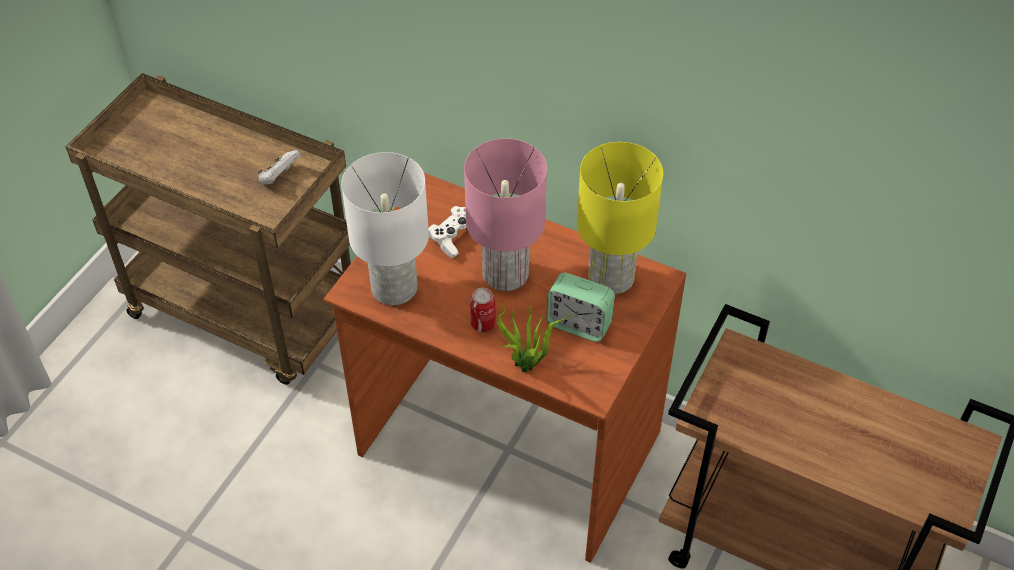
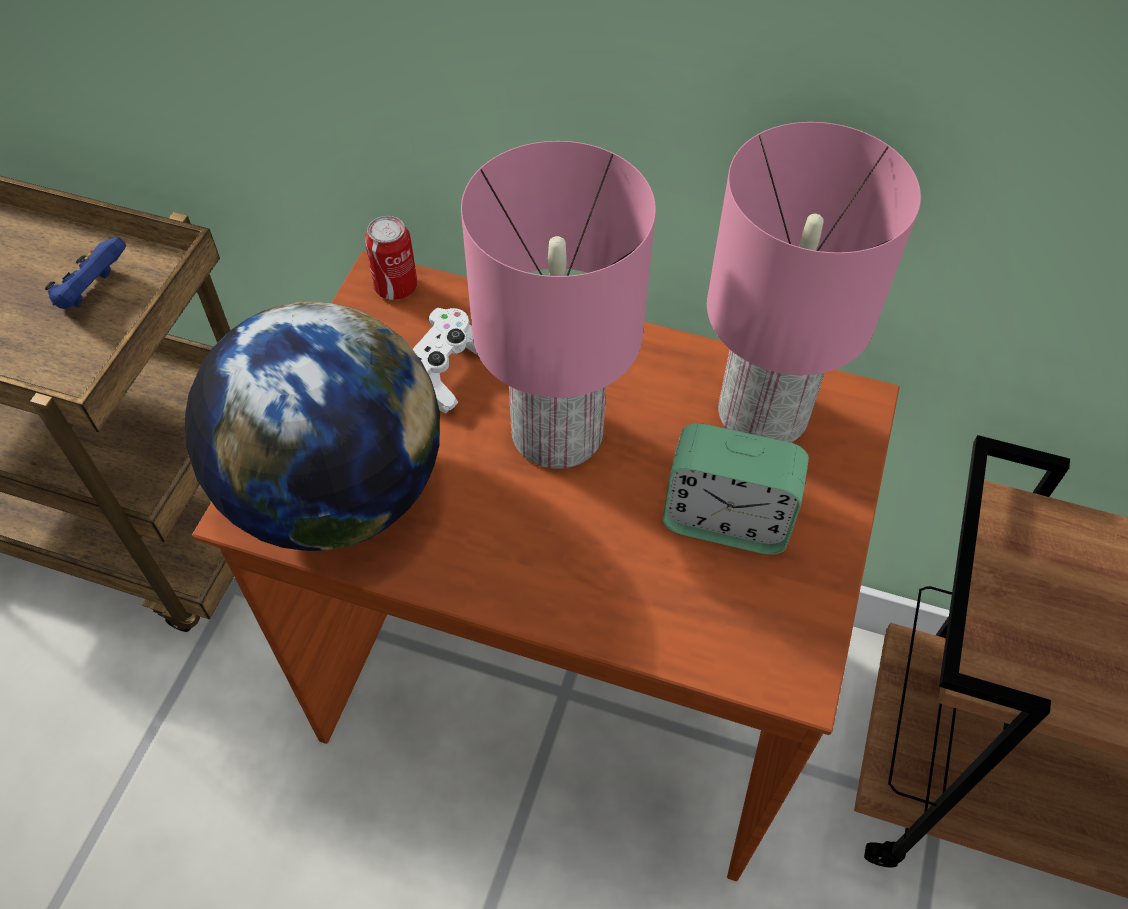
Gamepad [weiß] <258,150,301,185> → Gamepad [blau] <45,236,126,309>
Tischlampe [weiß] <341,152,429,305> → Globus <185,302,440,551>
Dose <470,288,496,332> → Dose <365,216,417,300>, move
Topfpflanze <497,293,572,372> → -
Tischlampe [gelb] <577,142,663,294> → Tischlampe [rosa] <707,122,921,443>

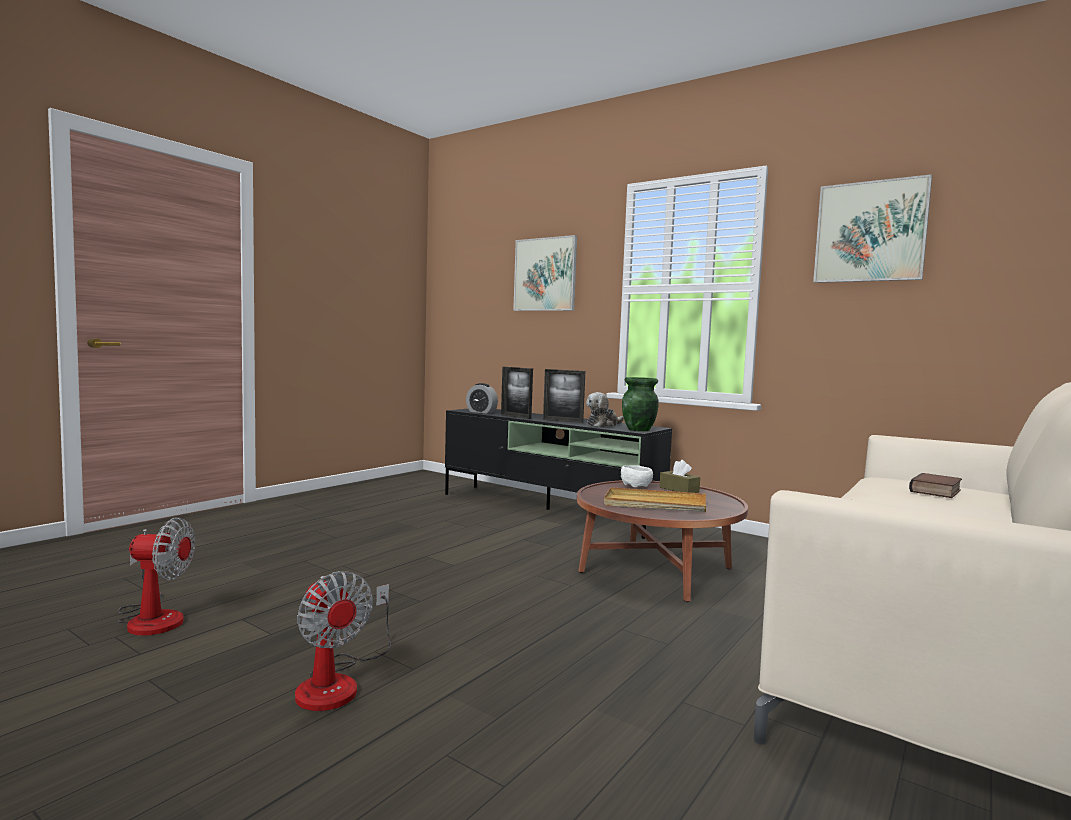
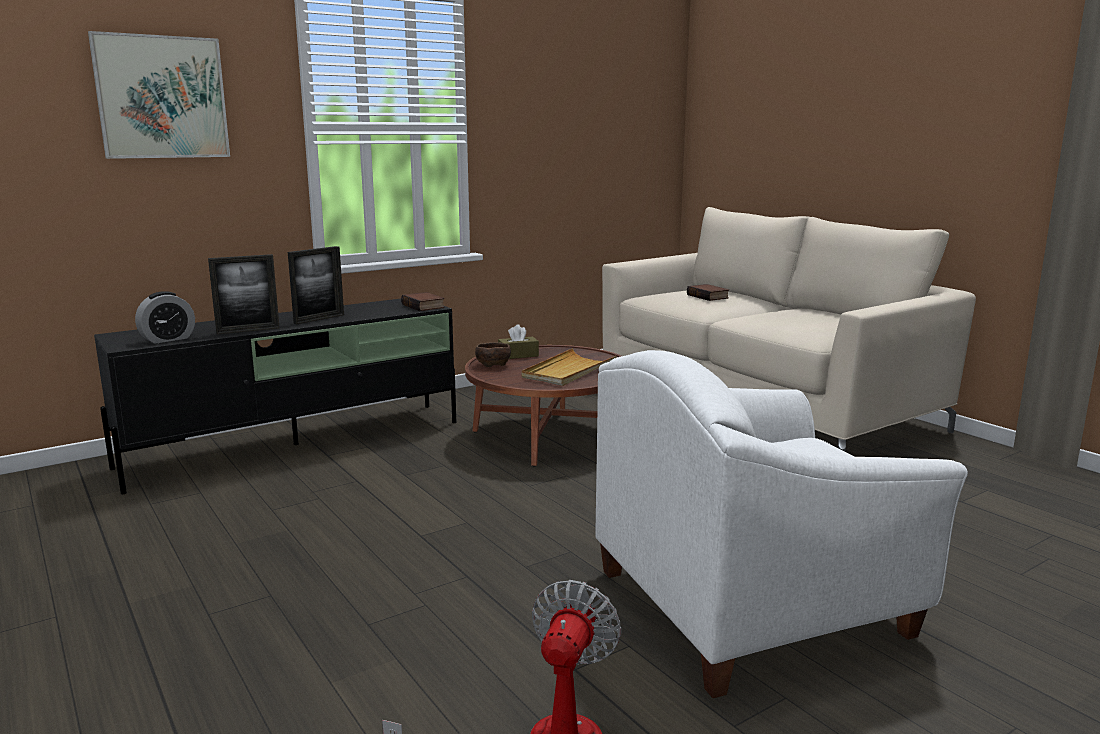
Ventilator <295,571,391,711> → Sessel [weiß] <595,350,968,698>
Plüschtier <586,392,624,427> → -
Schüssel [weiß] <621,465,653,487> → Schüssel [braun] <475,342,511,367>
Vase [grün] <622,377,658,431> → Buch <401,292,445,311>
Bild <813,174,932,283> → -

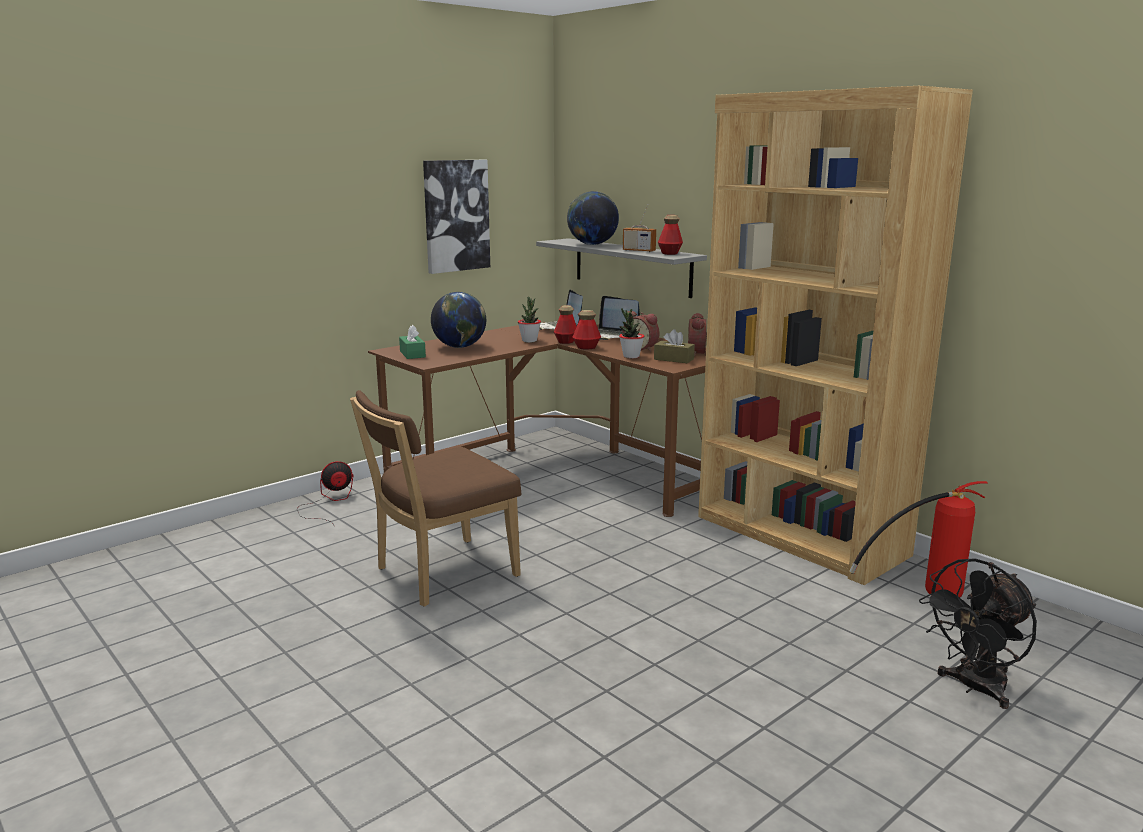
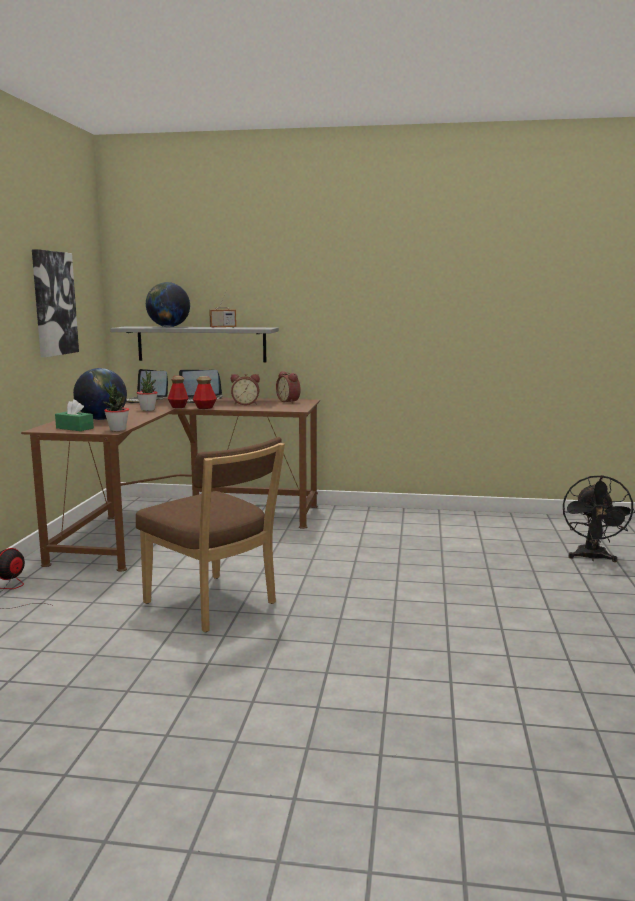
Stuhl [braun] <350,390,522,607> → Stuhl [braun] <136,437,285,632>, 60 degrees counterclockwise
Topfpflanze <619,308,644,358> → Topfpflanze <103,384,129,431>, move
Taschentuchbox [braun] <654,329,695,363> → -
Flasche <658,215,683,255> → -
Bücherregal [braun] <698,86,973,585> → -
Feuerlöscher <850,481,988,598> → -

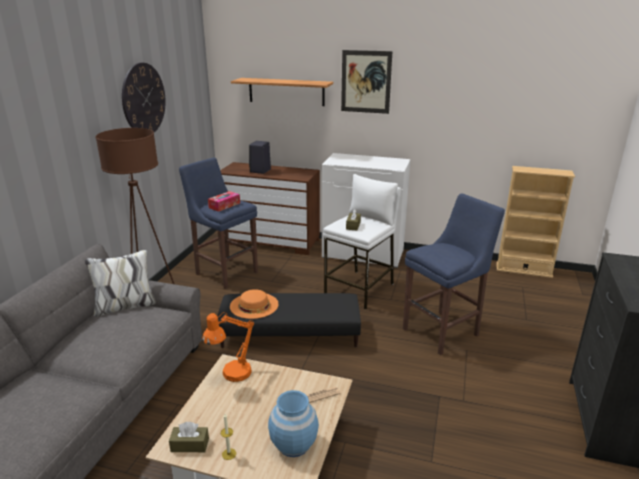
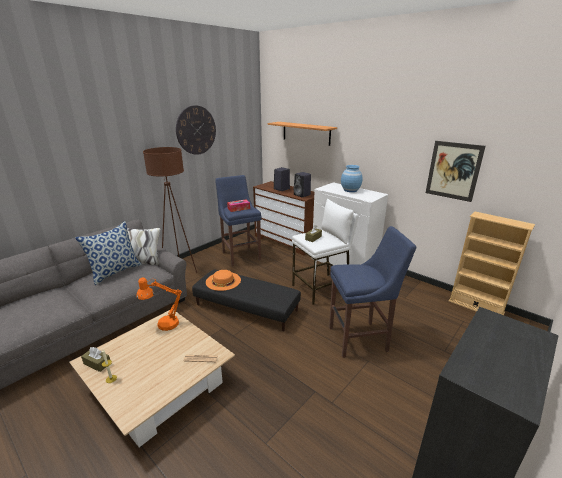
Vase [blau] <268,390,319,457> → Vase [blau] <341,165,362,192>, move
Bild <341,50,392,114> → Bild <426,141,485,202>, move
- → Kissen <75,221,142,285>
- → Lautsprecher [schwarz] <293,172,311,197>

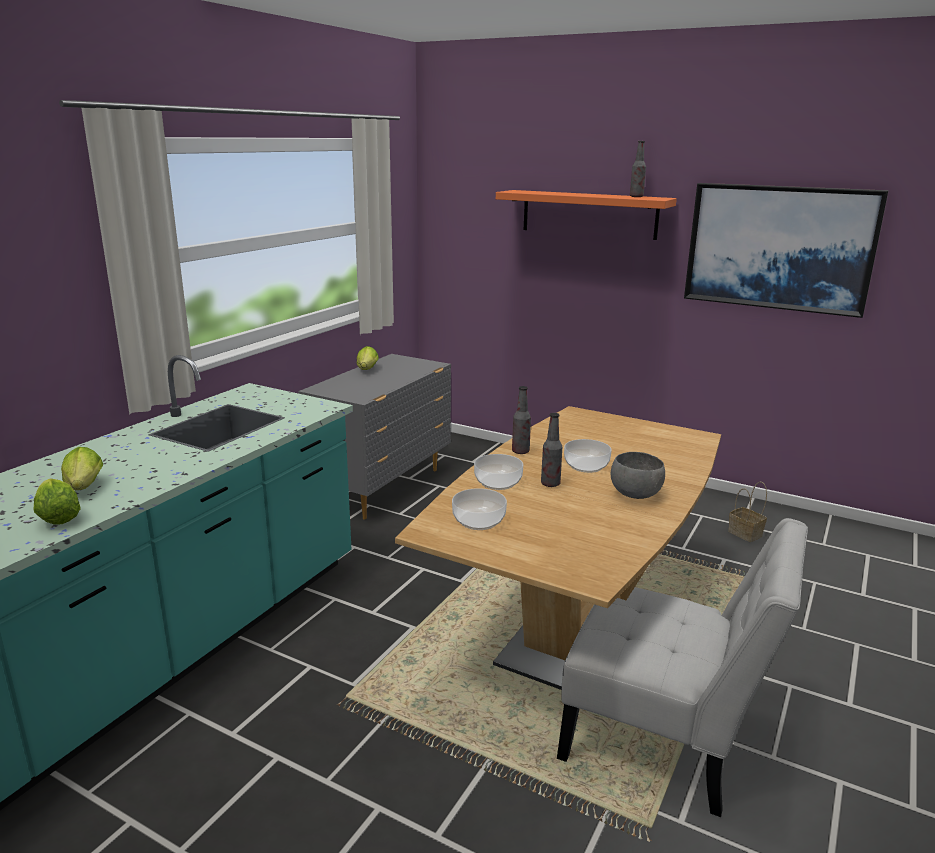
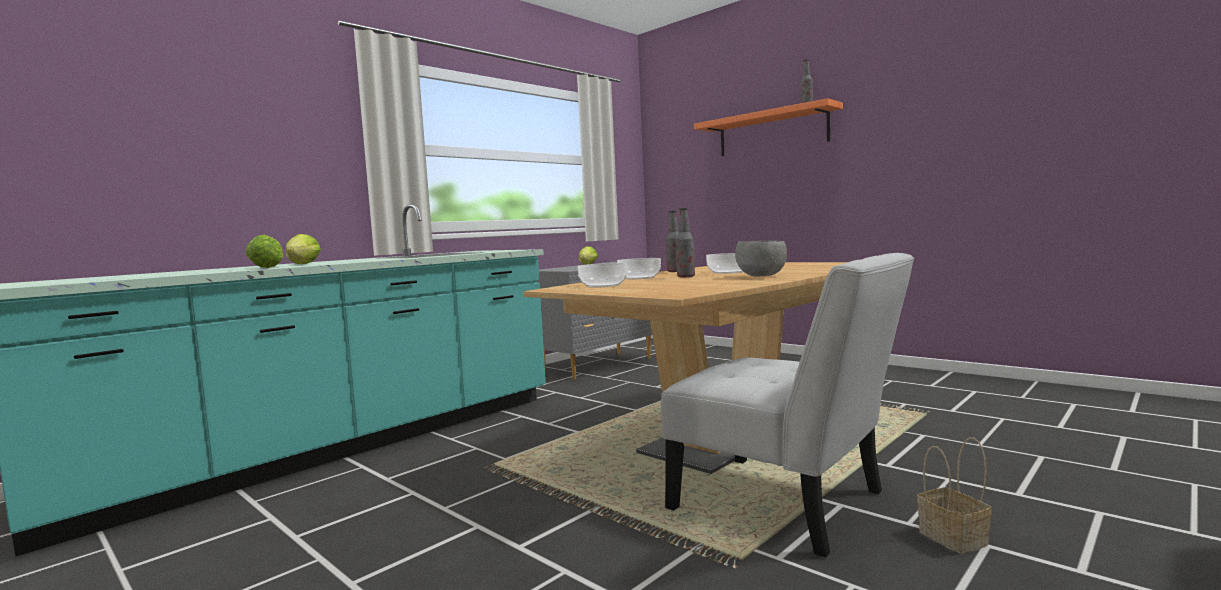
Bild <684,183,888,318> → -
Korb <728,482,767,542> → Korb <917,437,992,554>, move

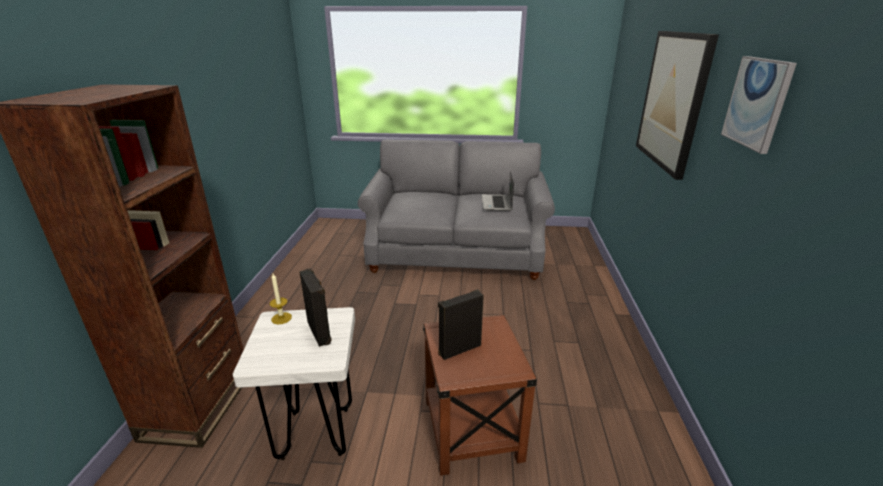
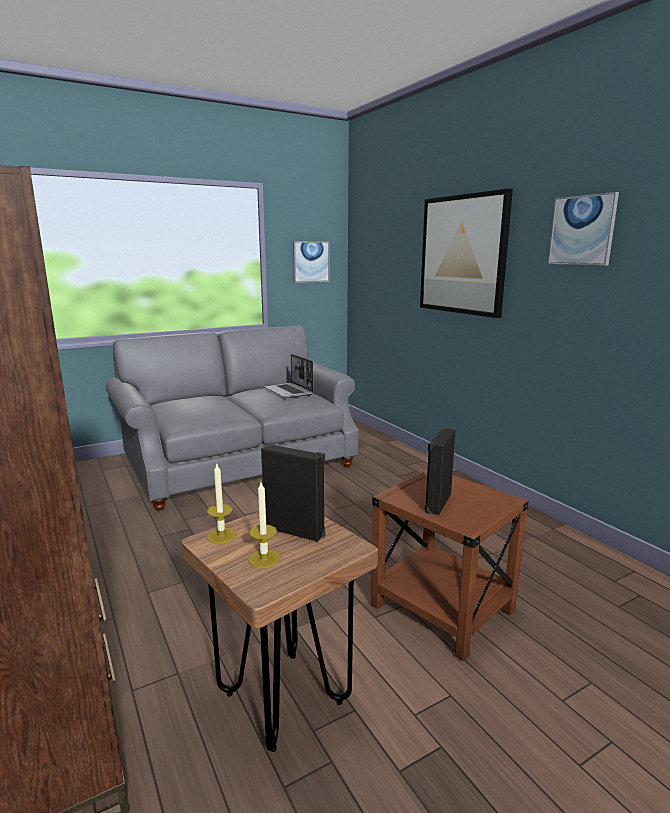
Hocker [weiß] <233,307,355,460> → Hocker [braun] <182,511,378,752>
- → Kerze <248,482,280,568>
- → Bild <293,241,329,283>

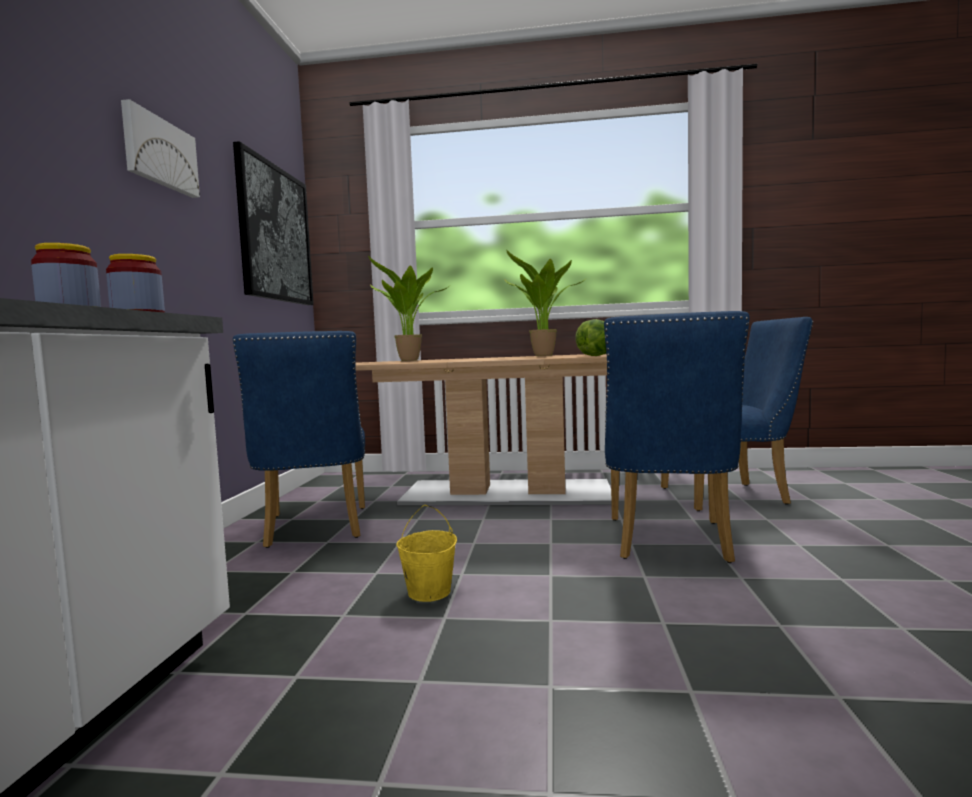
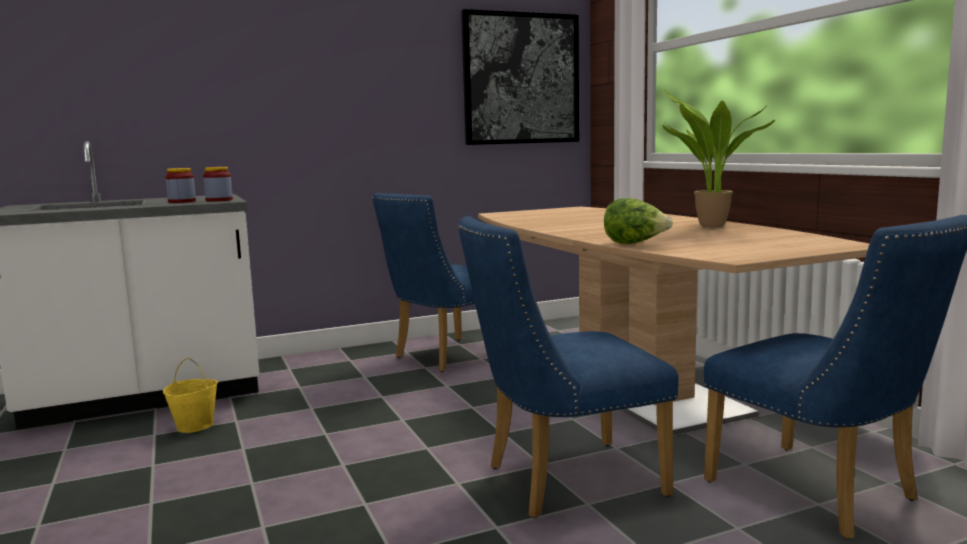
Bild <121,99,200,198> → -
Topfpflanze <368,256,448,361> → -
Eimer [gelb] <396,505,457,602> → Eimer [gelb] <163,358,218,433>, move

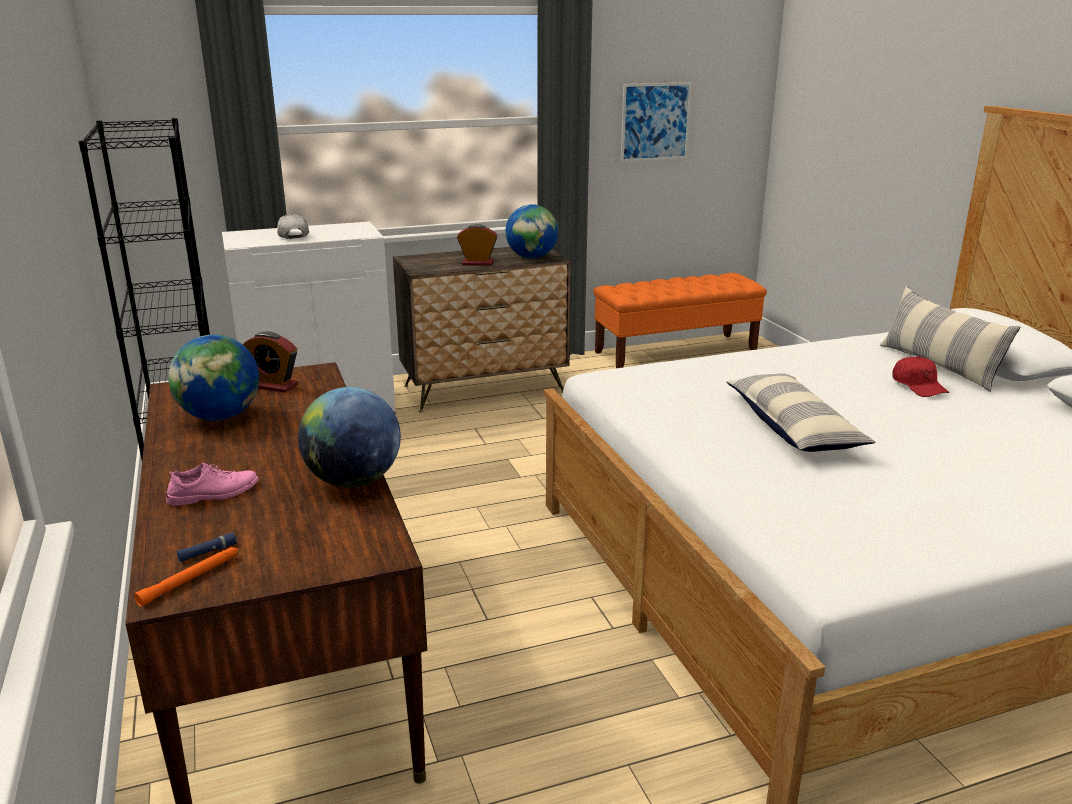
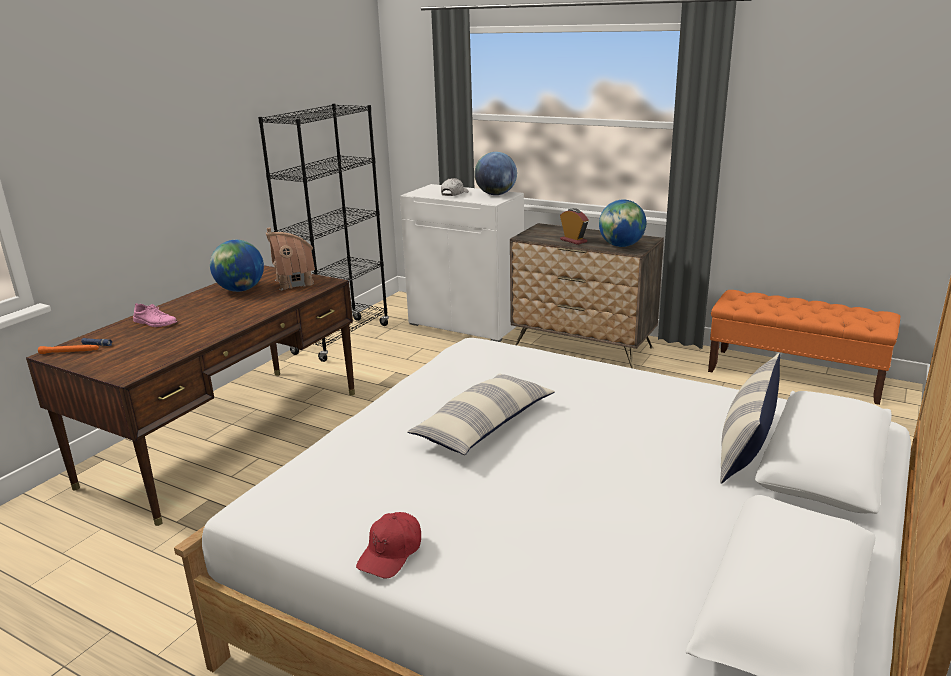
Wecker <242,331,299,393> → Spielzeughaus <266,228,315,290>
Globus <298,387,401,488> → Globus <475,152,517,195>, move
Bild <621,82,692,162> → -
Kappe [rot] <892,356,949,397> → Kappe [rot] <356,512,421,578>, move

